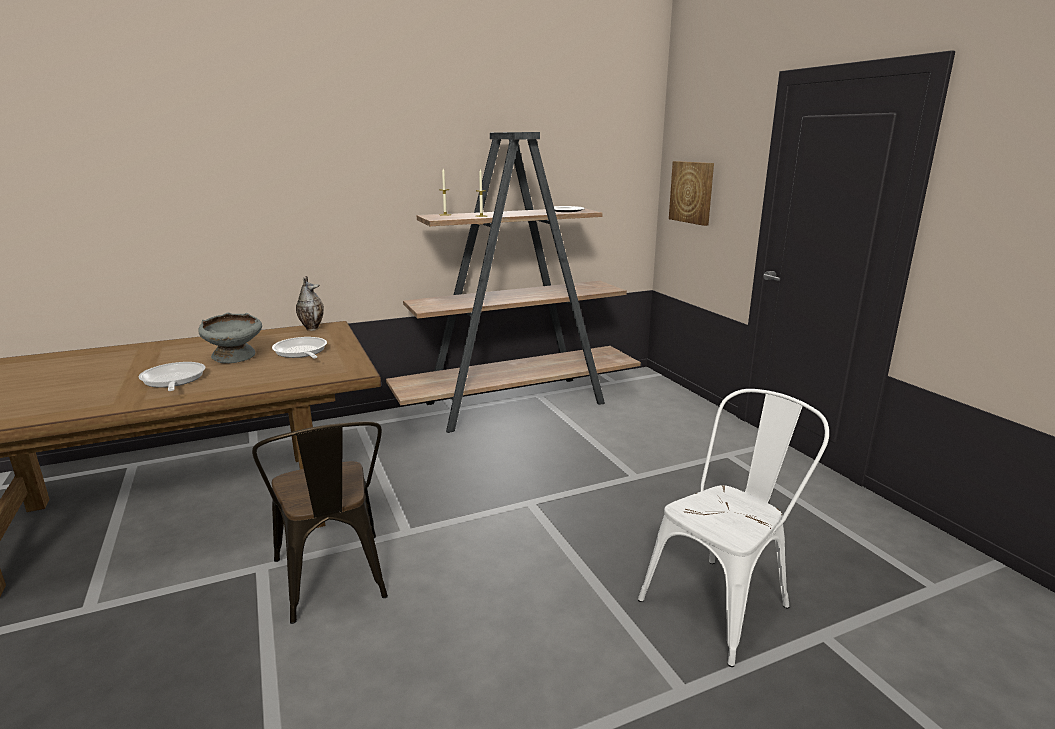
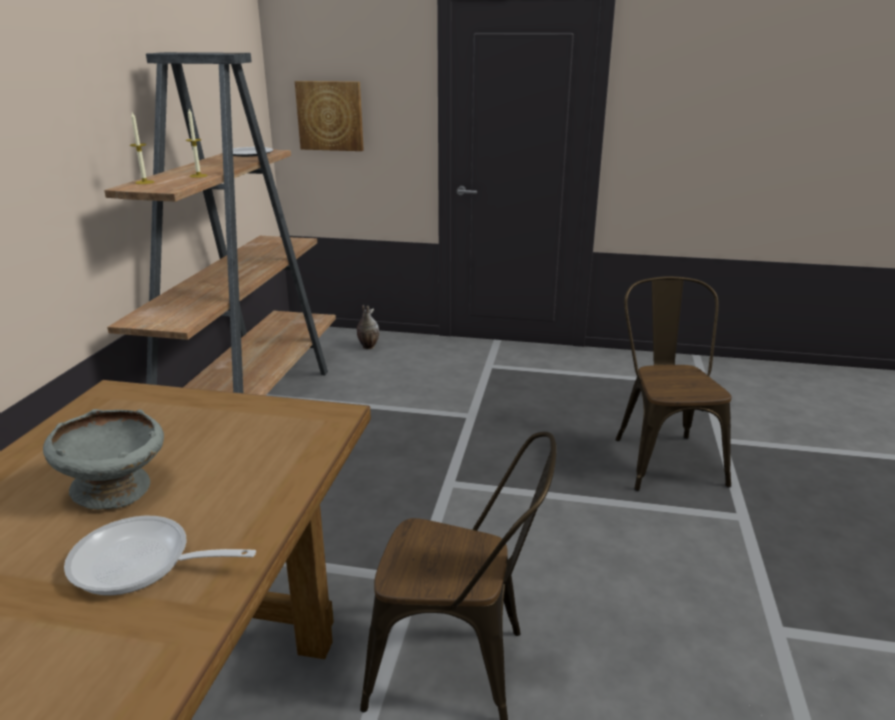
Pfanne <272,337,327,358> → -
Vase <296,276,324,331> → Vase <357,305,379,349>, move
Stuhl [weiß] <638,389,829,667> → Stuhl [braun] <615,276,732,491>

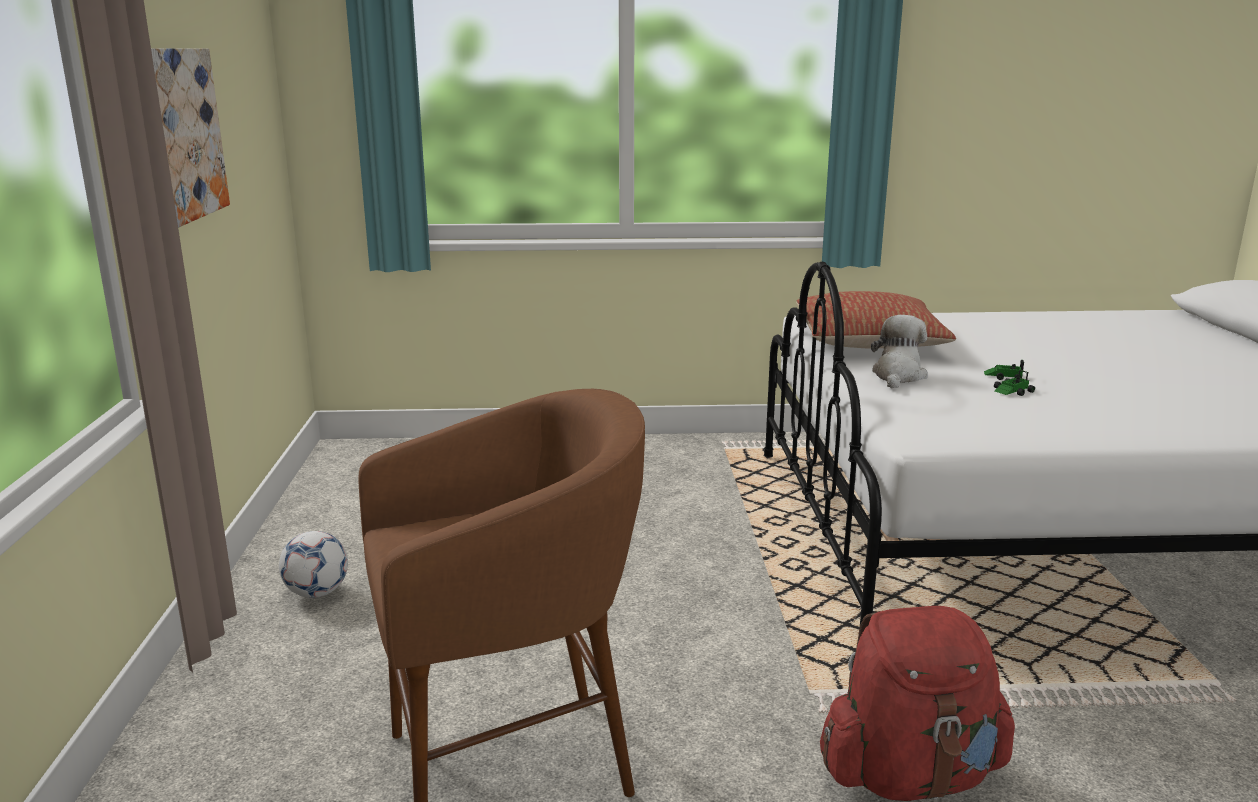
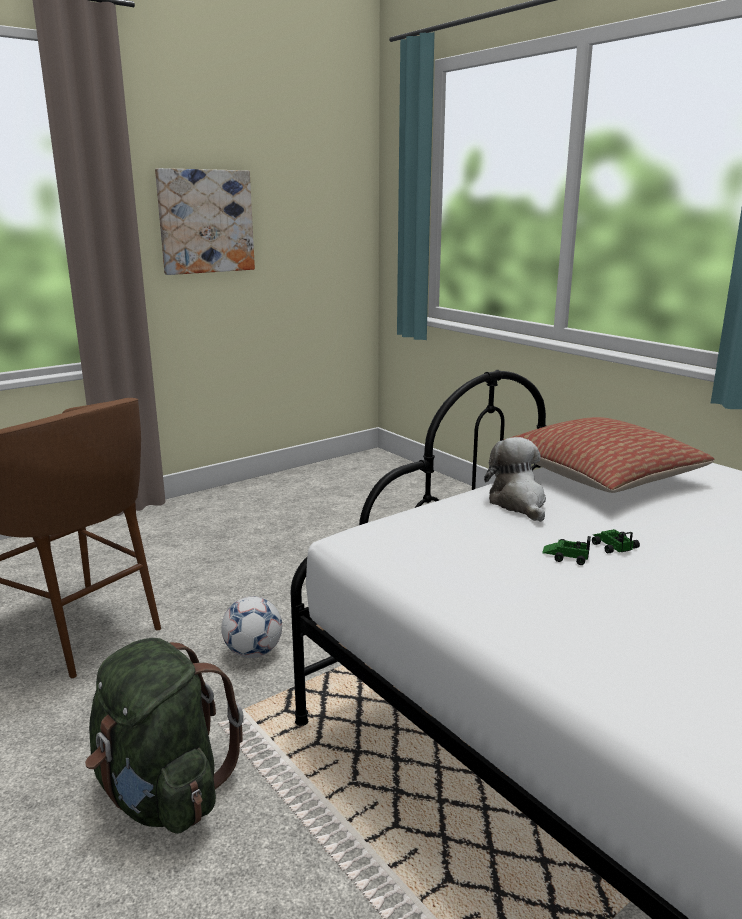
Fußball <279,531,348,598> → Fußball <221,596,282,658>, move
Rucksack [rot] <820,606,1015,801> → Rucksack [grün] <85,638,243,834>
Plüschtier <871,315,928,389> → Plüschtier <484,437,546,522>, 90 degrees counterclockwise

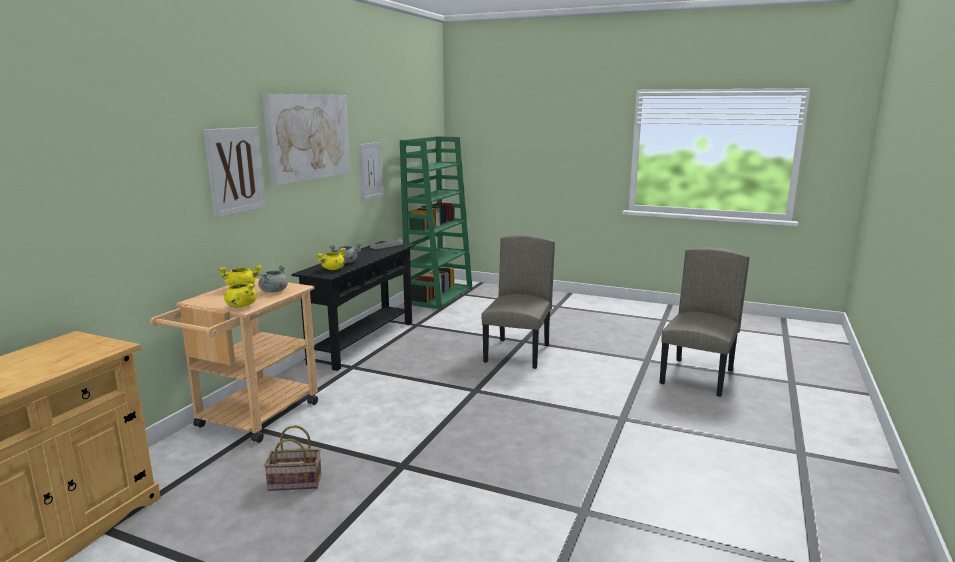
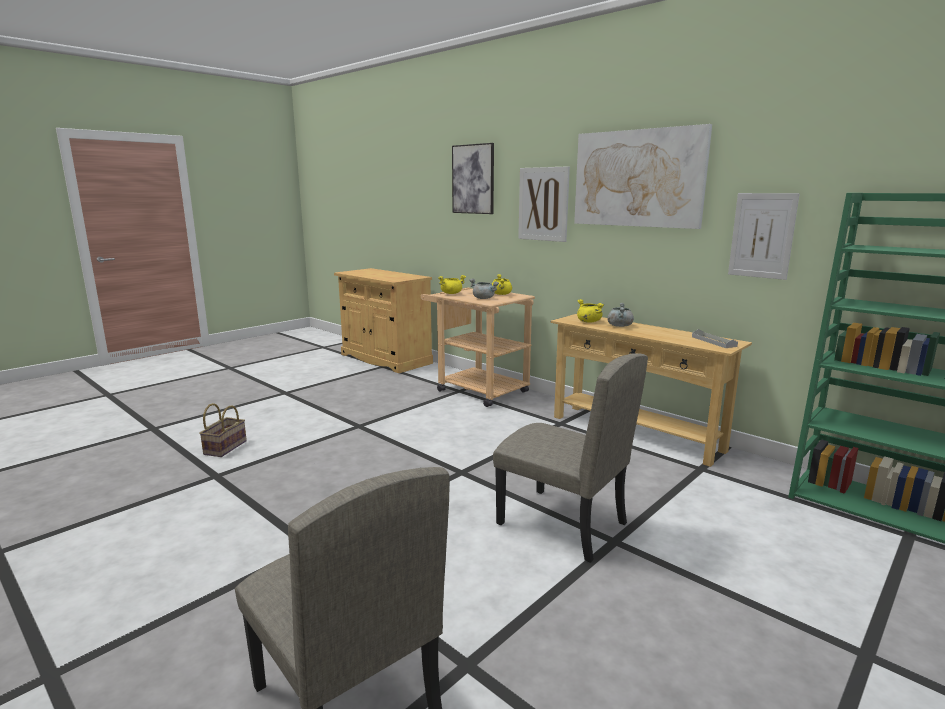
Korb <264,425,322,491> → Korb <199,403,247,457>, move
Konsolentisch [schwarz] <291,241,415,371> → Konsolentisch [beige] <551,314,752,467>
- → Bild <452,143,494,214>

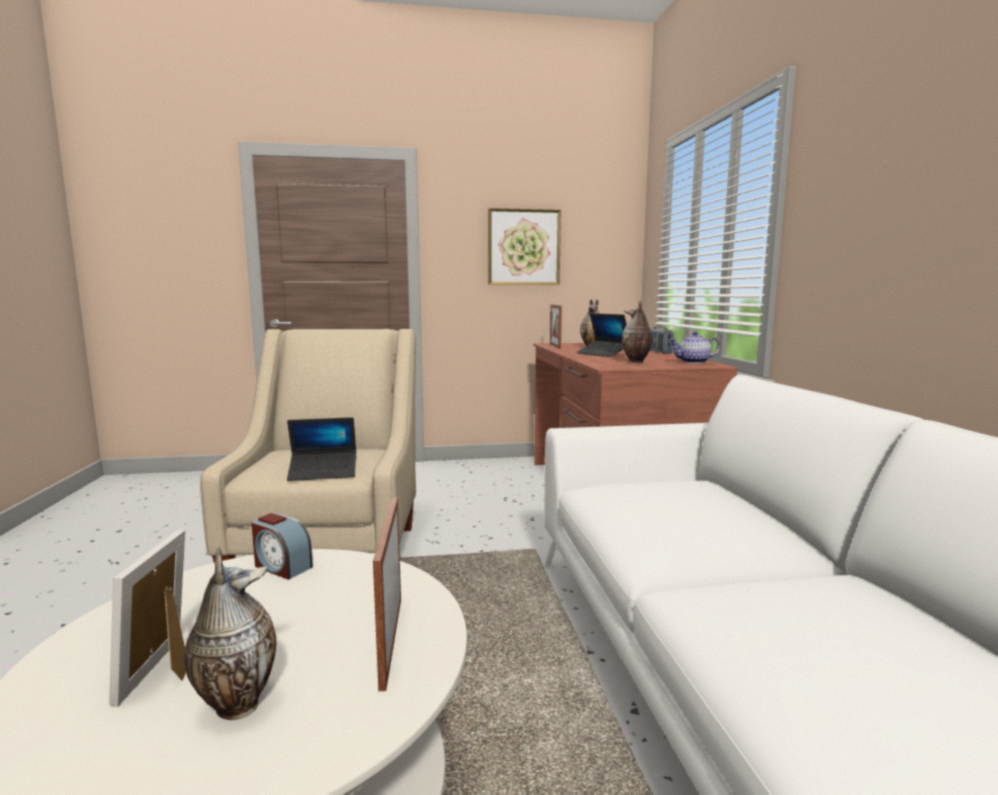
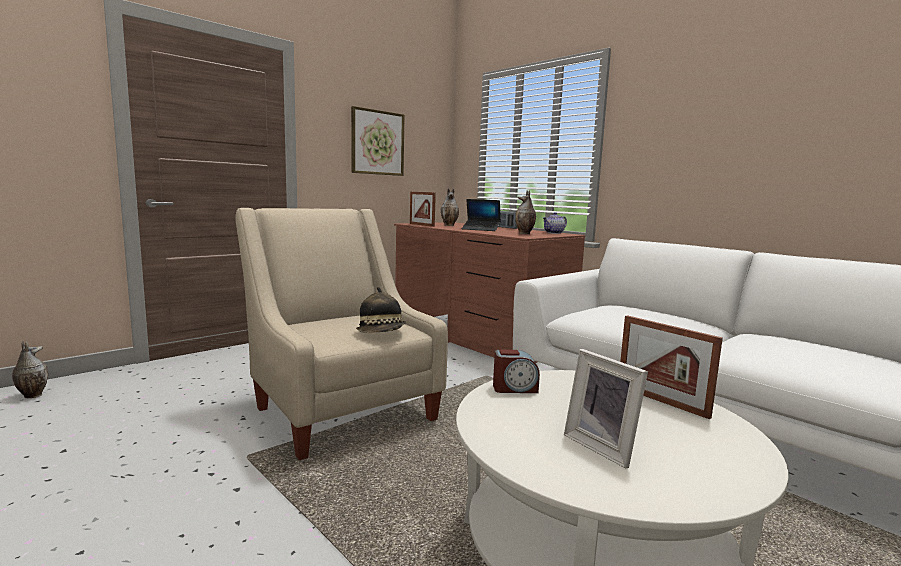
Vase <184,547,276,720> → Vase <12,341,48,398>, move
Laptop <287,417,356,481> → Hut <356,287,406,333>

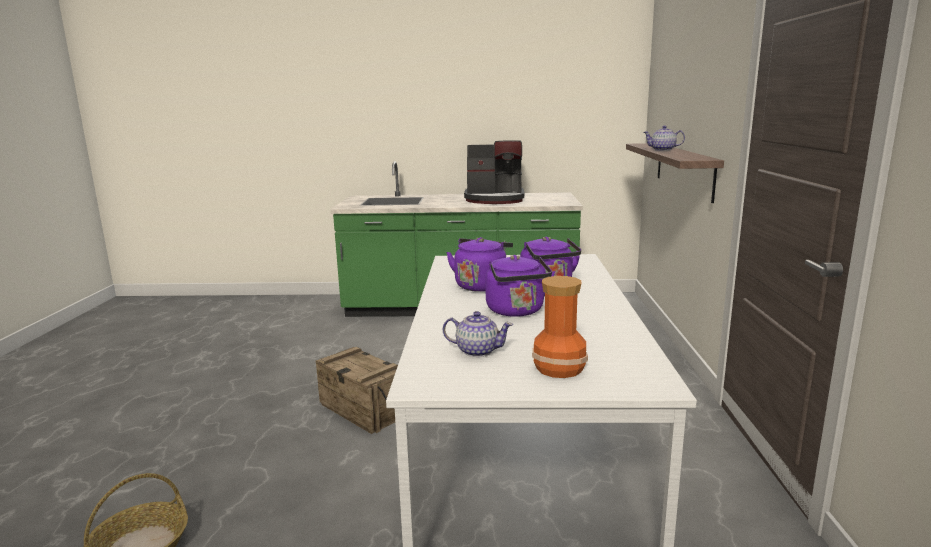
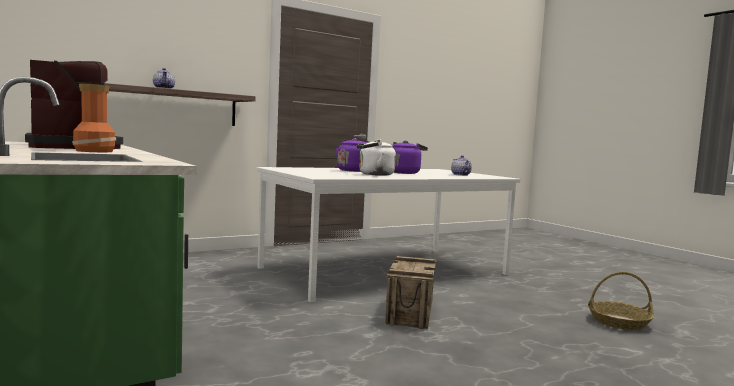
Wasserkessel [lila] <446,237,513,292> → Wasserkessel [weiß] <356,139,396,176>
Vase <532,276,588,378> → Vase <72,83,117,152>, move

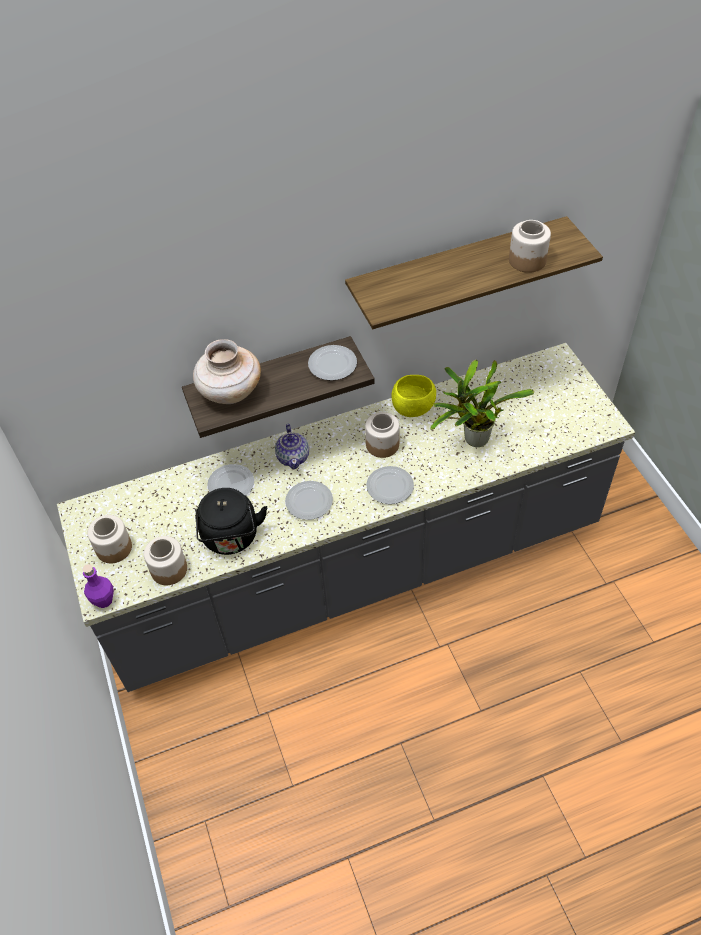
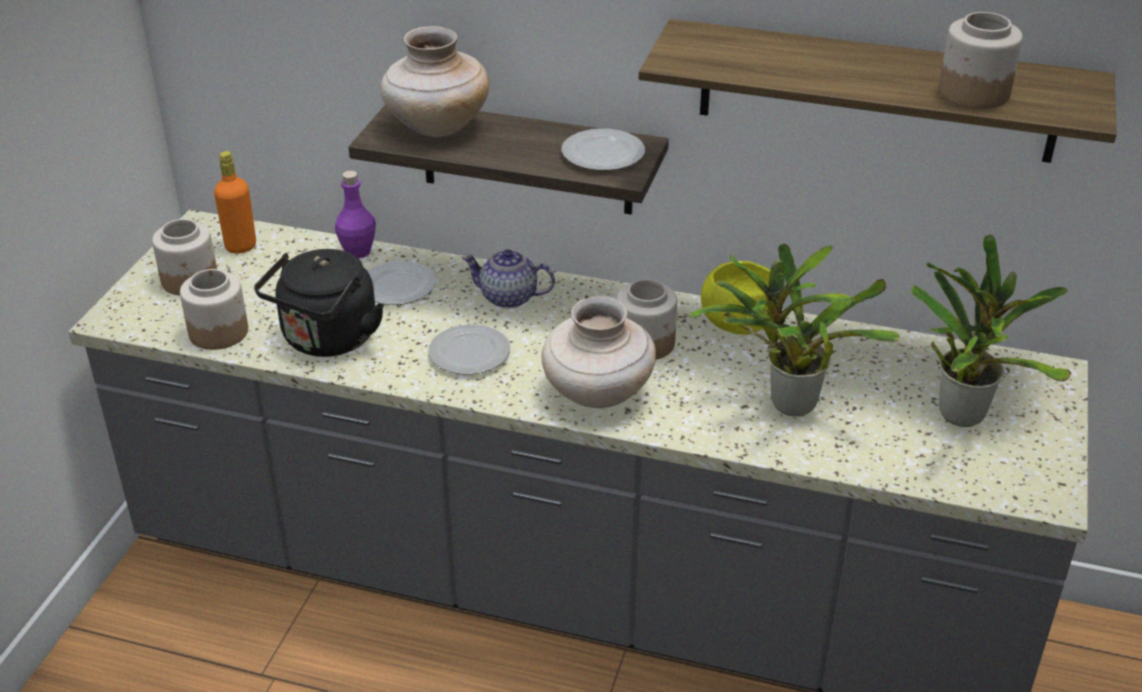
Flasche [lila] <82,564,114,608> → Flasche [lila] <335,171,376,258>, move
Teekanne <275,424,309,469> → Teekanne <462,249,555,308>, 75 degrees clockwise
Teller <366,466,414,504> → Vase [beige] <541,296,656,408>
- → Flasche [orange] <214,151,256,254>
- → Topfpflanze <911,235,1072,427>

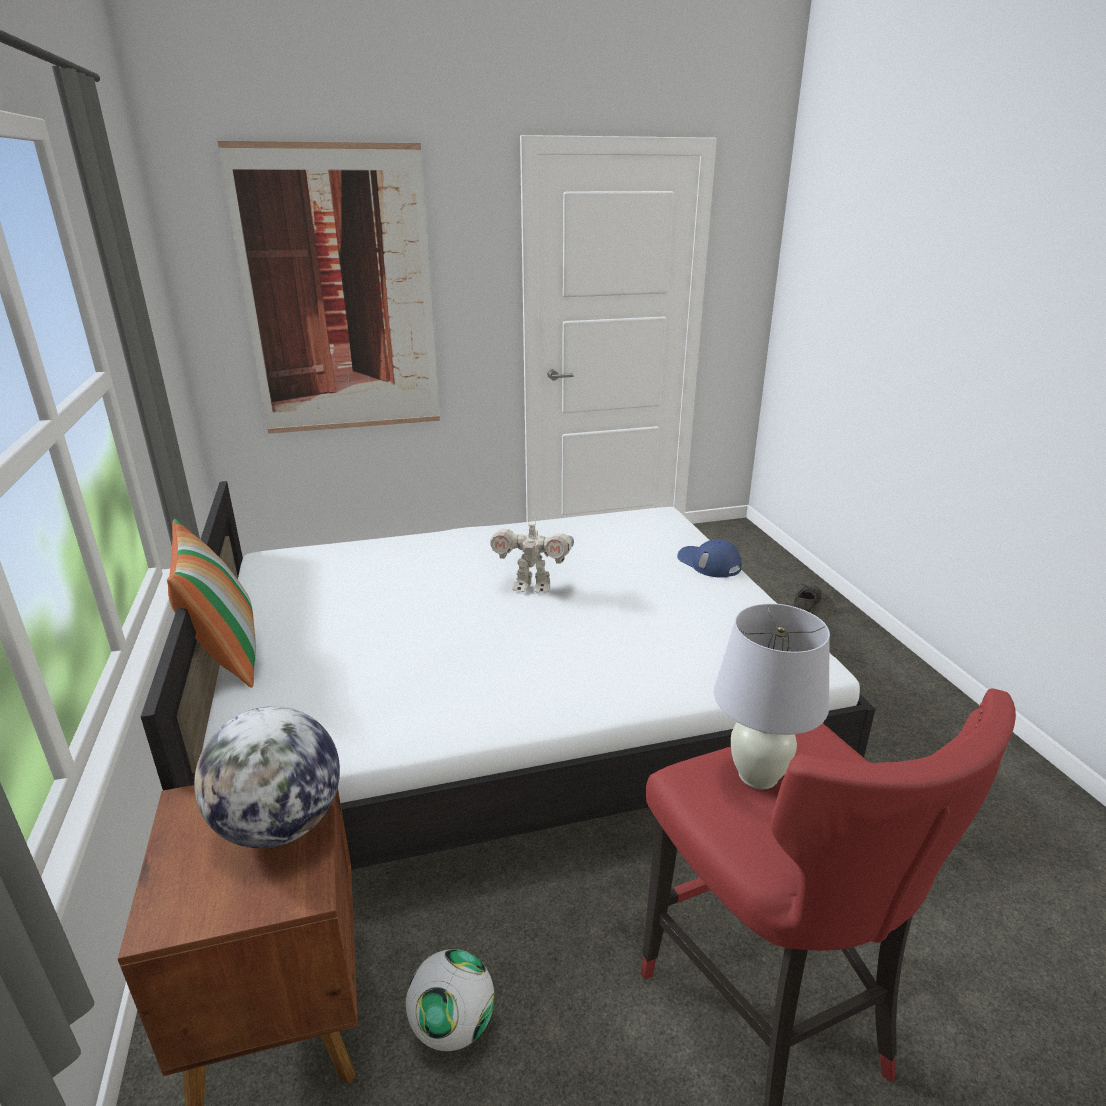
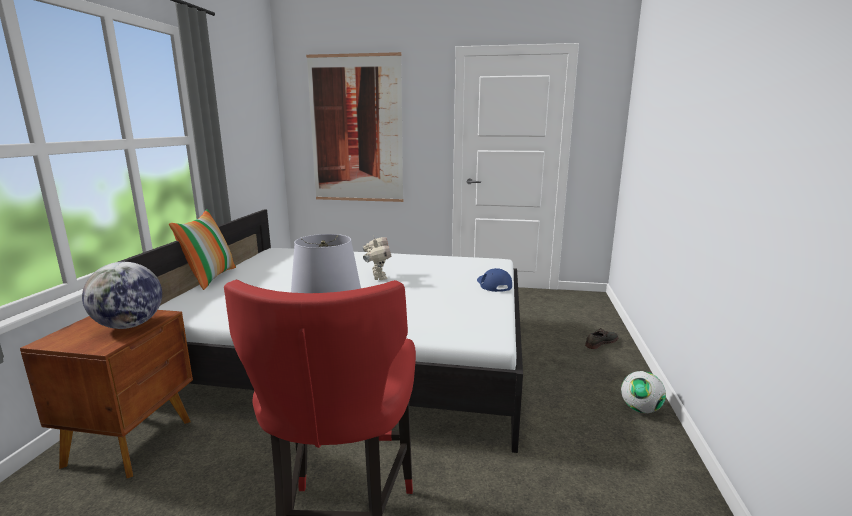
Fußball <406,949,495,1051> → Fußball <621,371,666,413>, move
Spielzeugroboter <490,517,574,593> → Spielzeugroboter <362,235,391,280>, 135 degrees counterclockwise

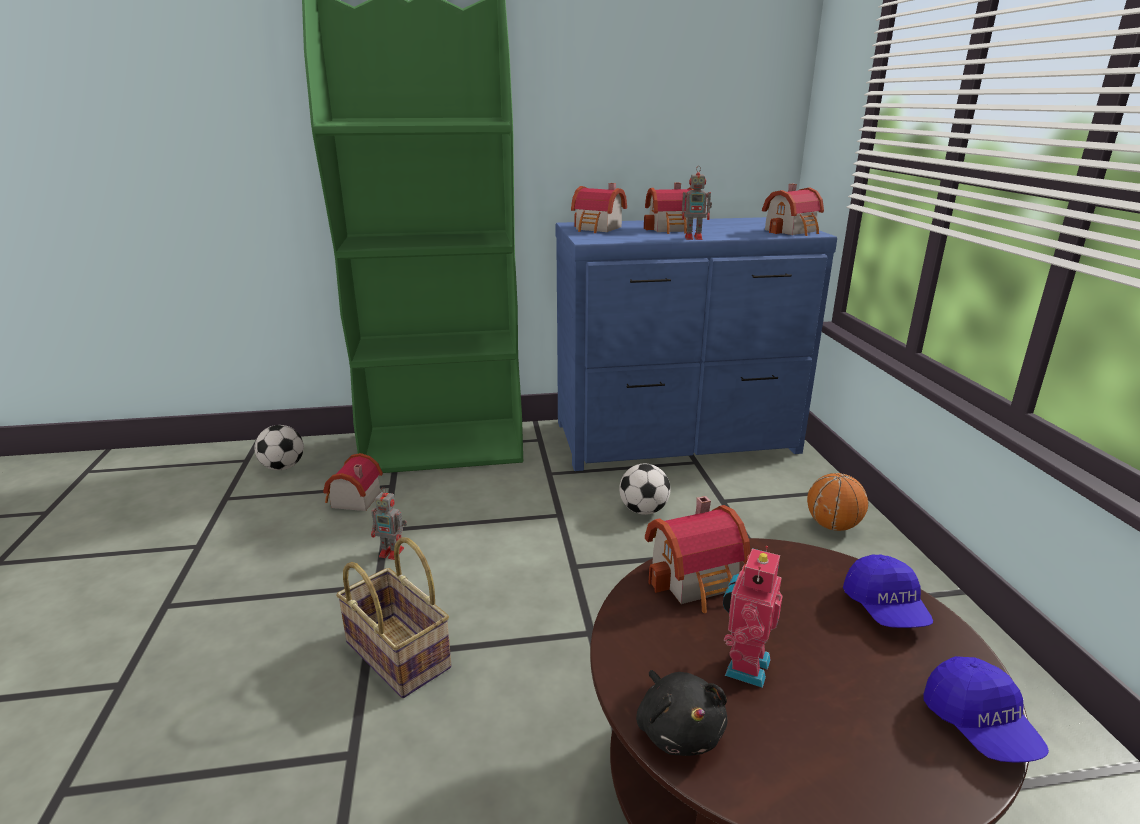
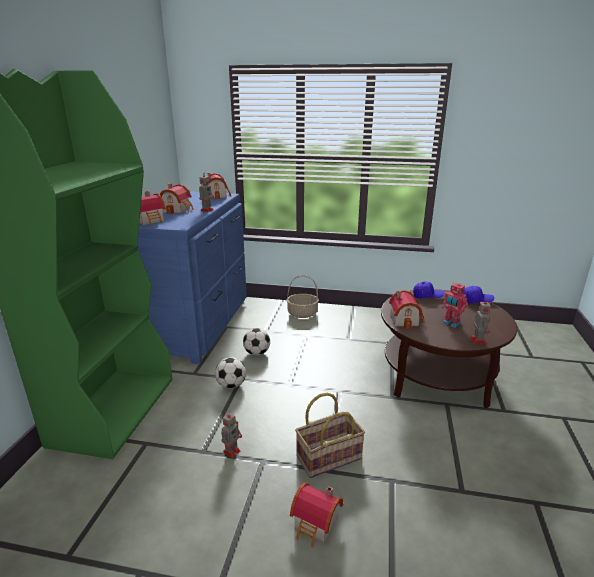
Fußball <254,425,304,470> → Fußball <215,357,246,388>, move
Spielzeughaus <323,453,383,511> → Spielzeughaus <290,482,343,547>, move
Plüschtier [schwarz] <636,670,728,756> → Spielzeugroboter <470,298,491,344>
Basketball <807,473,868,531> → Korb <286,275,319,318>

